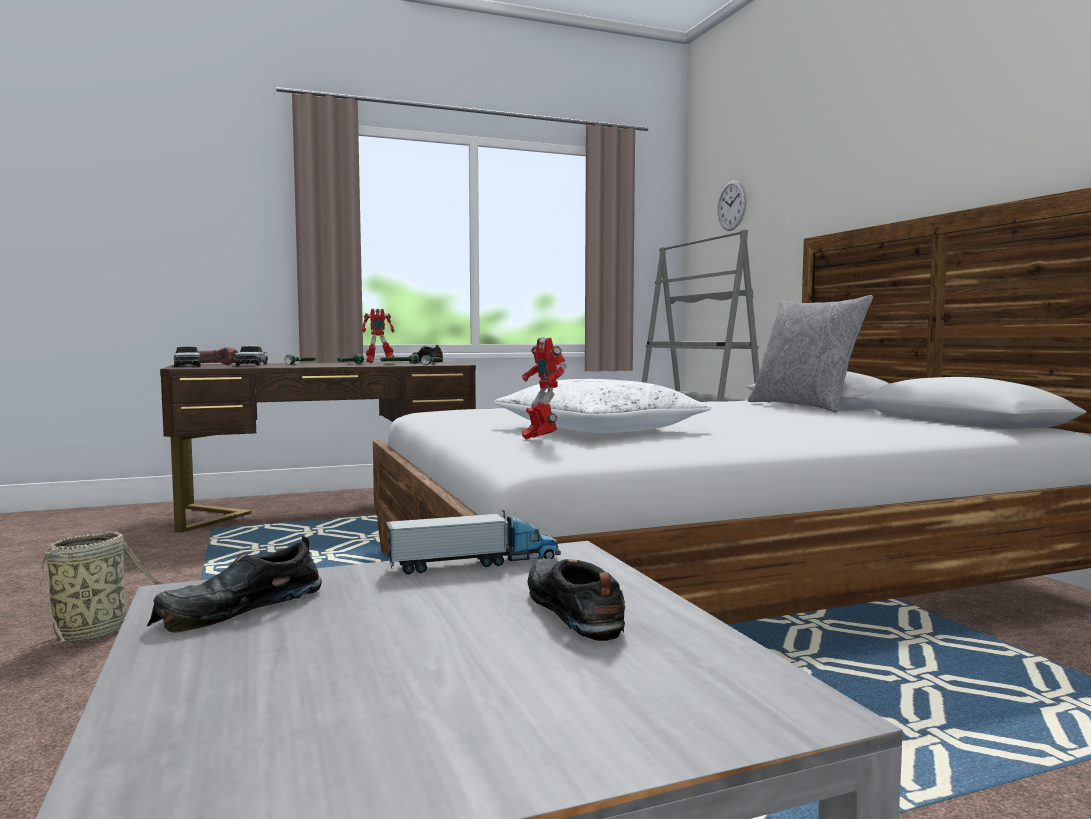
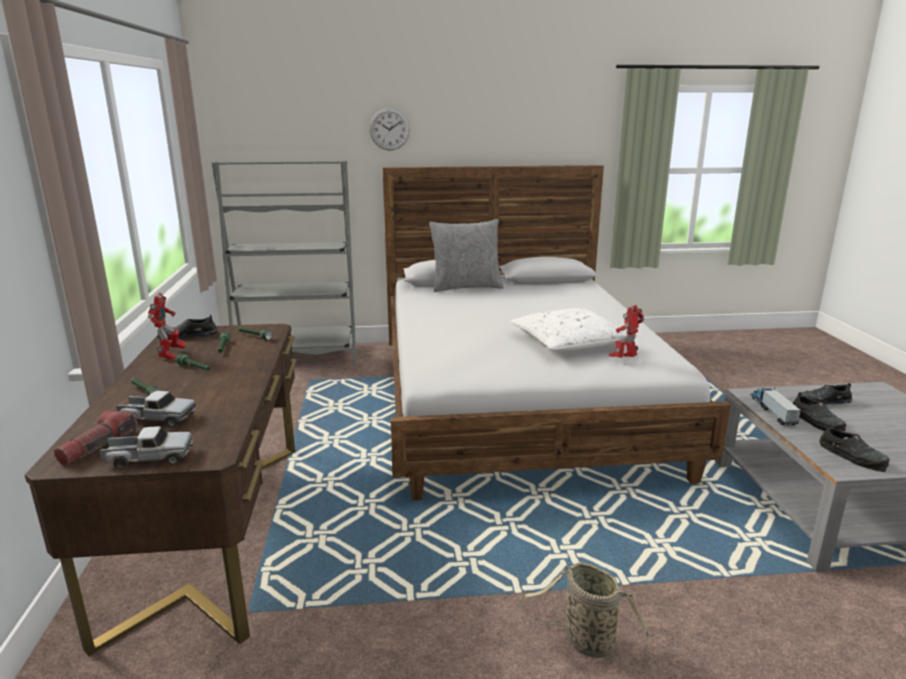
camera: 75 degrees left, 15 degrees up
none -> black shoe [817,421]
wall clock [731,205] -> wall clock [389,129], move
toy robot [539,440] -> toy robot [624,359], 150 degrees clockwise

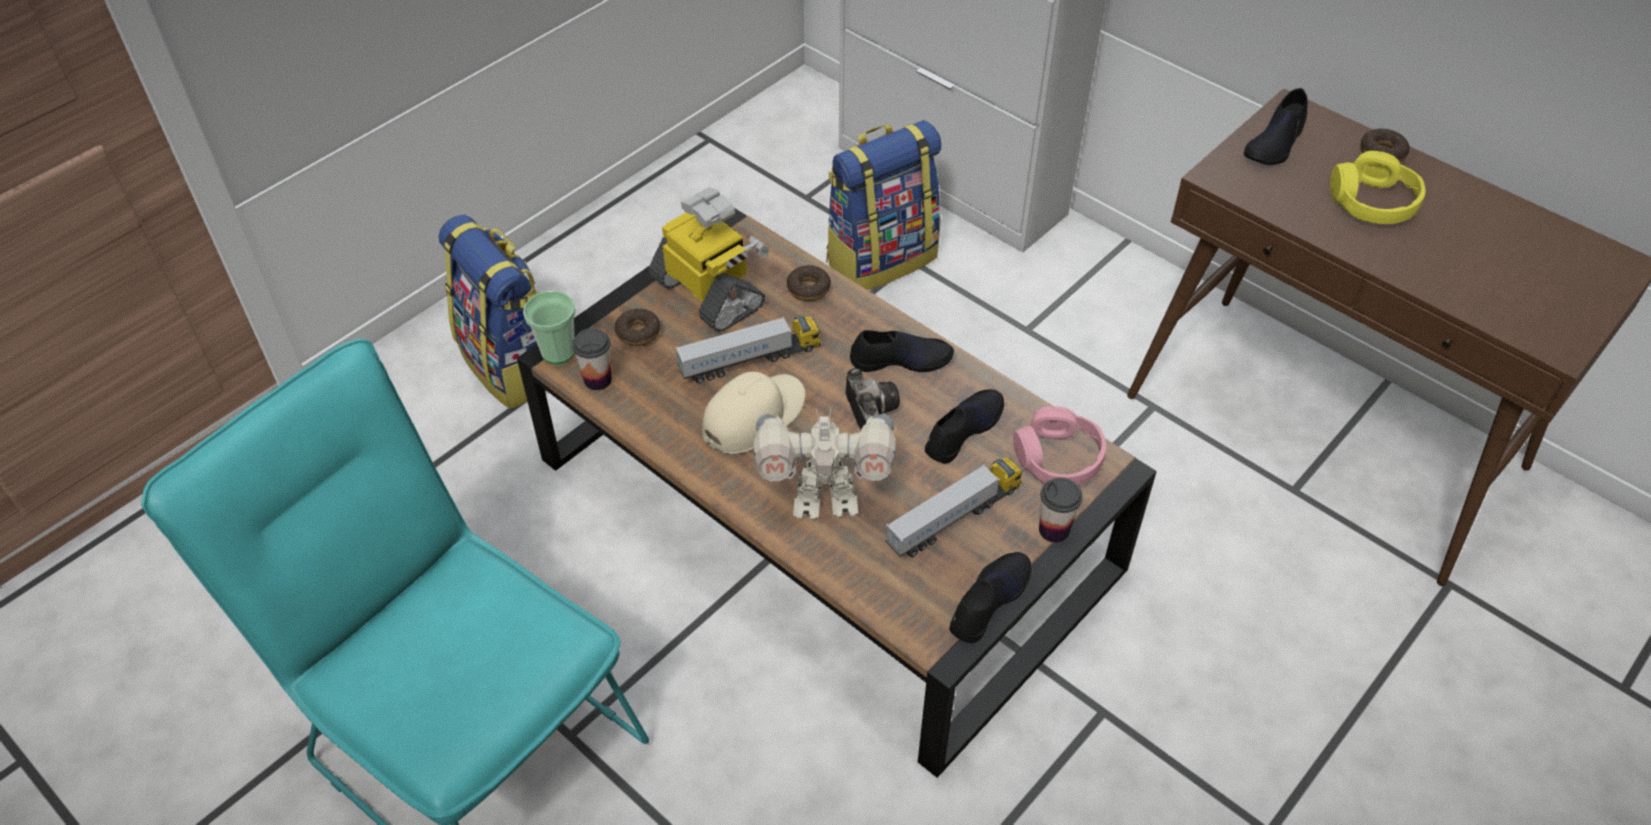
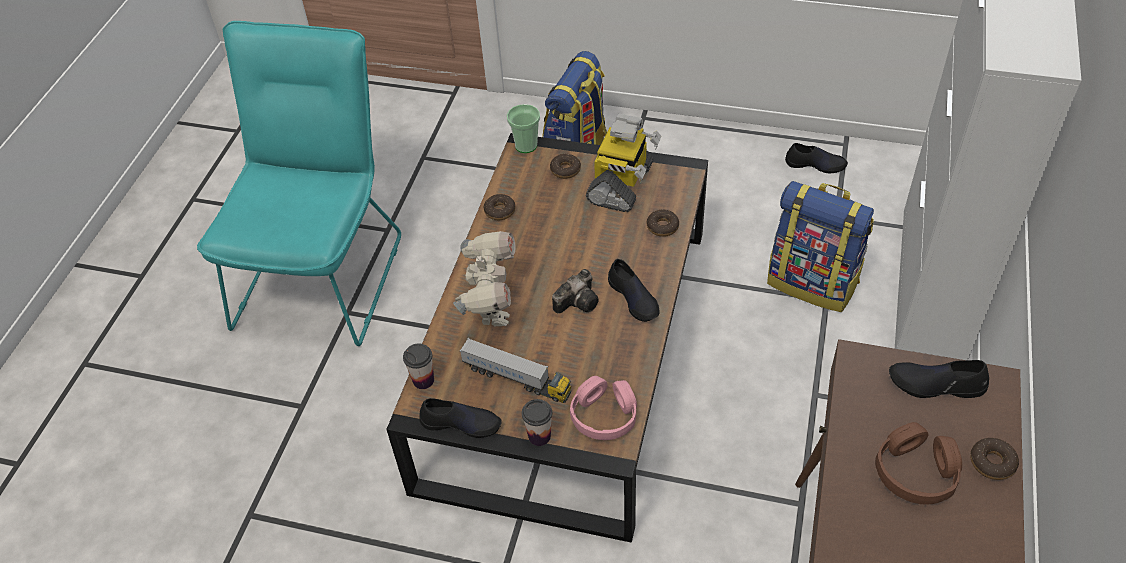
camera: 65 degrees right, 0 degrees up
toy truck [750,360] -> none
beige cap [753,416] -> none
none -> donut [500,211]
cup [598,380] -> cup [423,380], move
black shoe [963,430] -> black shoe [815,164], move
yellow headphones [1372,202] -> brown headphones [916,472]
toy robot [824,499] -> toy robot [492,310], 150 degrees counterclockwise

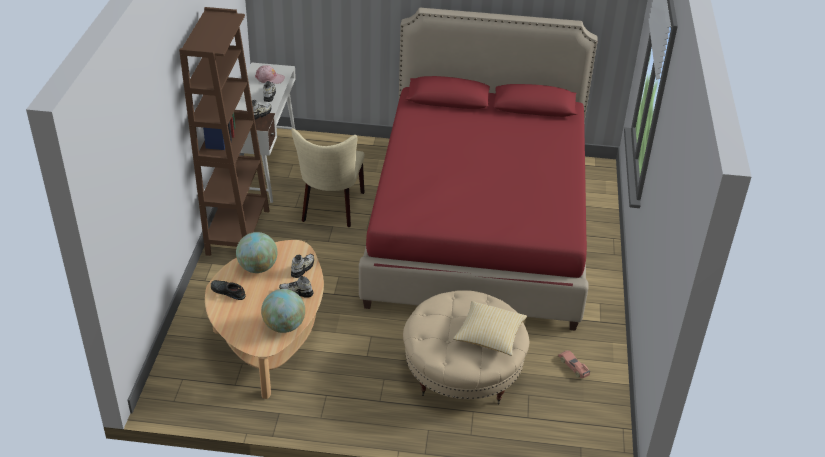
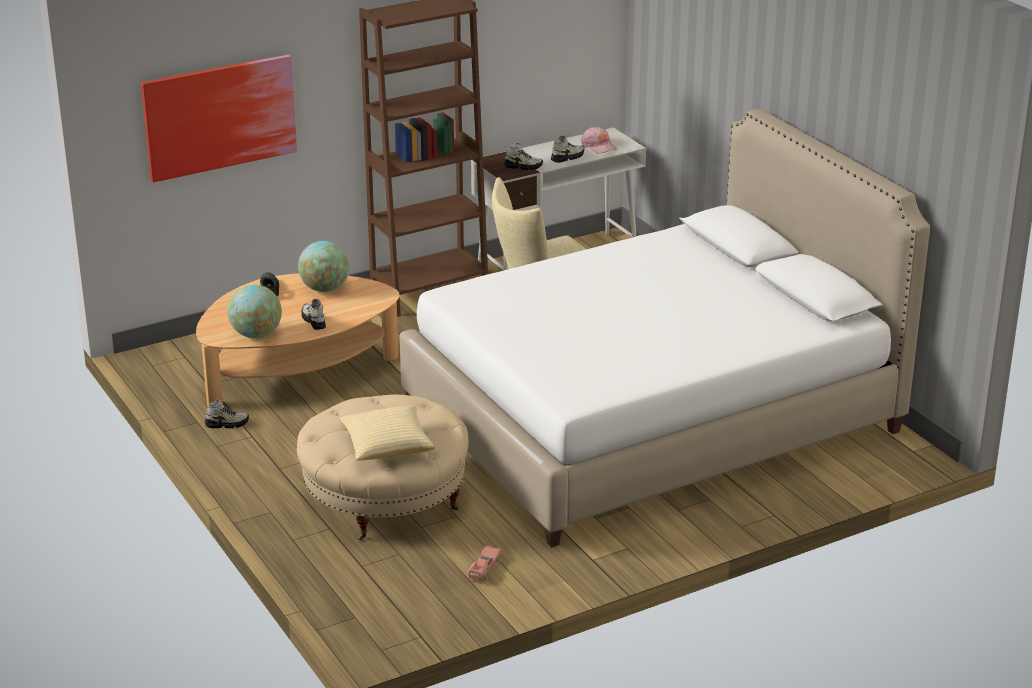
camera: 55 degrees right, 10 degrees down
none -> picture [219,116]
shoe [302,268] -> shoe [227,424], move
red bed [478,227] -> white bed [651,418]

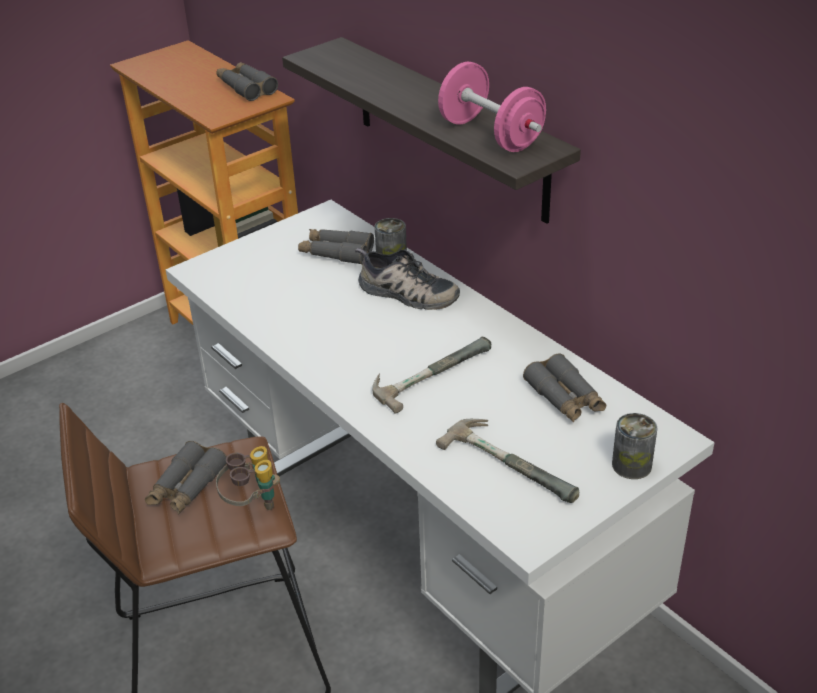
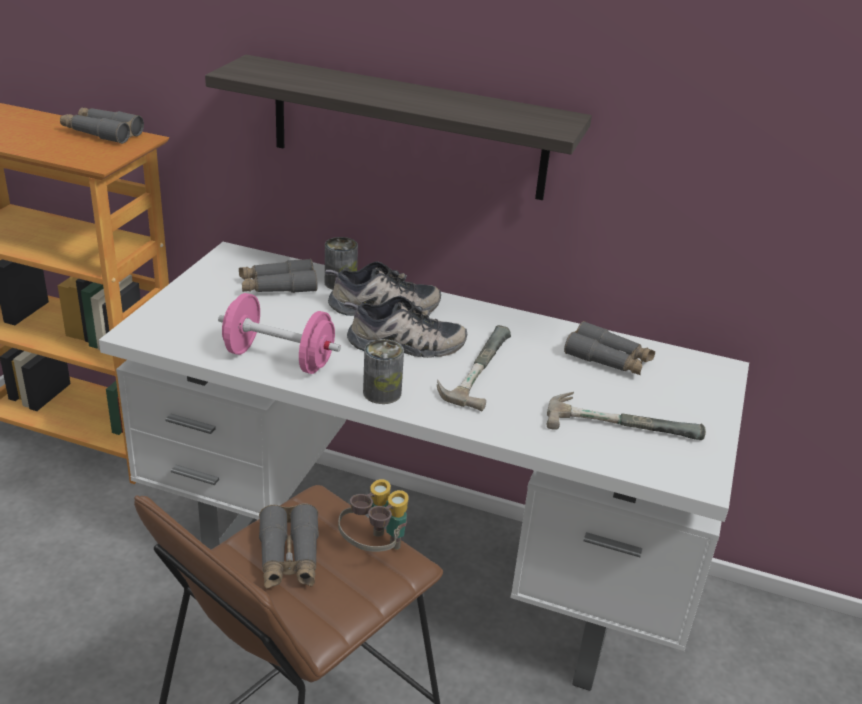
camera: 35 degrees left, 5 degrees down
none -> shoe [405,345]
pink dumbbell [491,135] -> pink dumbbell [279,359], move
can [631,465] -> can [382,392], move

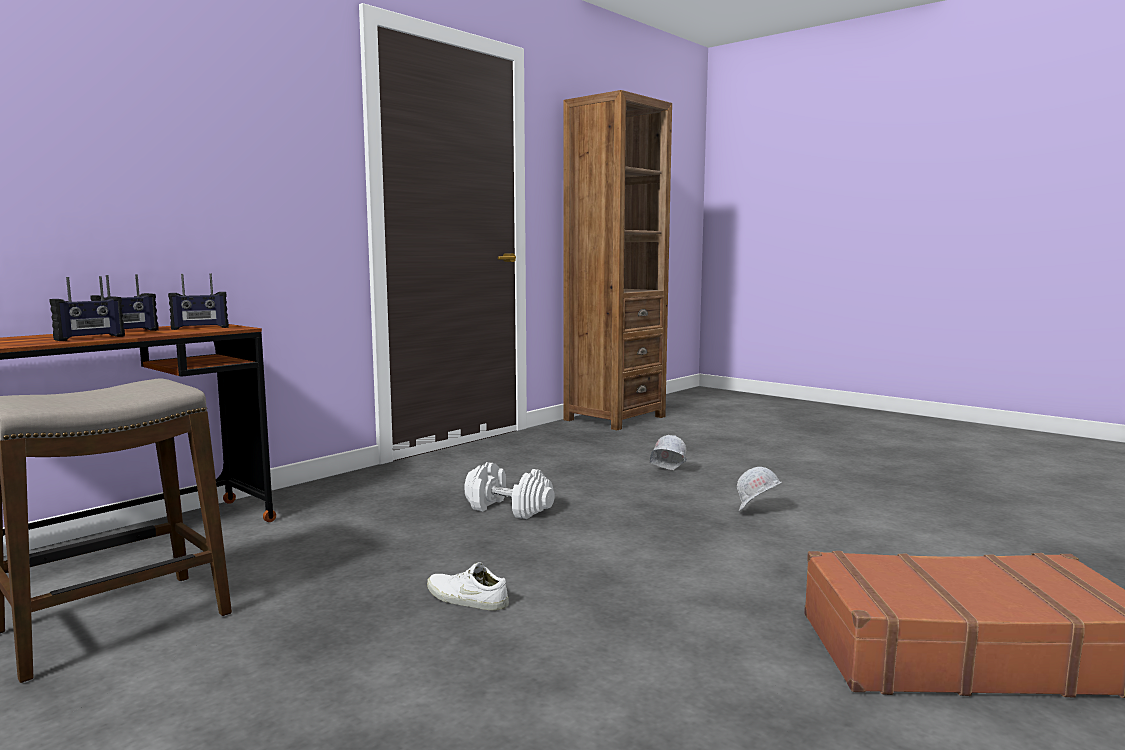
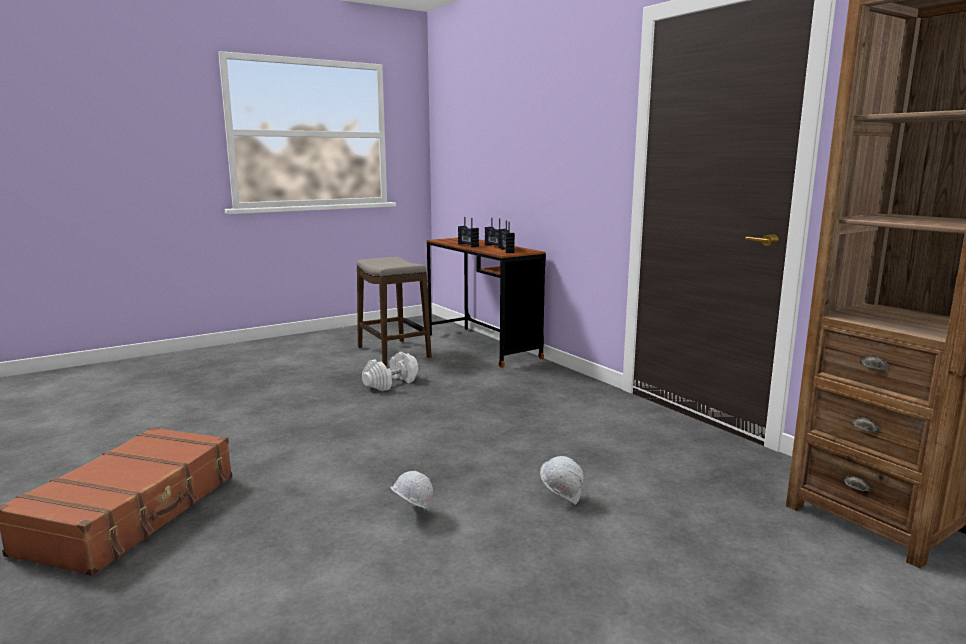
camera: 105 degrees right, 5 degrees up
white shoe [466,599] -> none
white dumbbell [509,508] -> white dumbbell [391,383], move

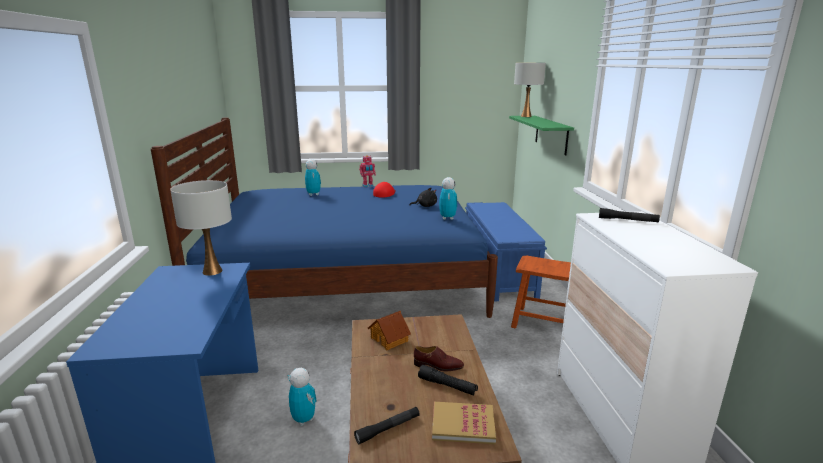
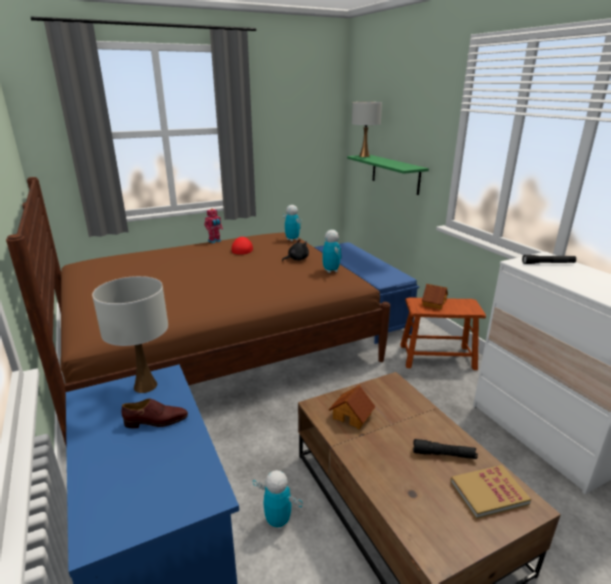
camera: 20 degrees left, 5 degrees up
black flashlight [388,429] -> none
none -> toy house [433,303]
toy robot [313,194] -> toy robot [292,239], move
brown shoe [438,366] -> brown shoe [156,421], move
blue bed [347,278] -> brown bed [217,345]

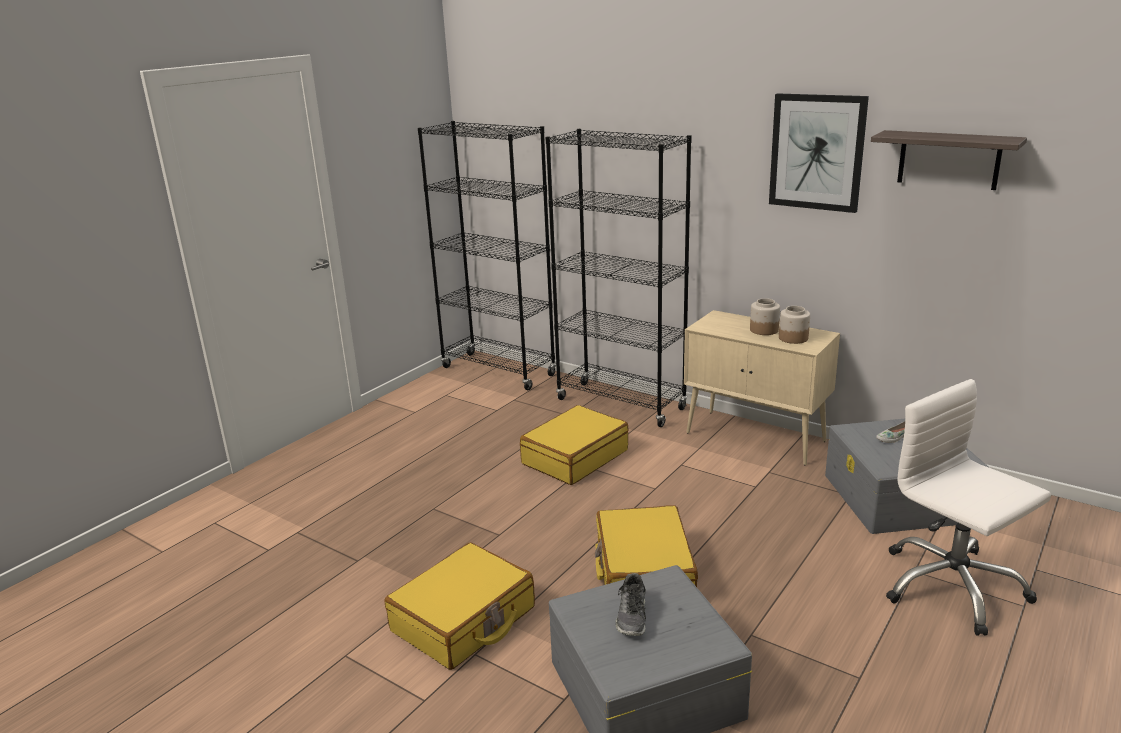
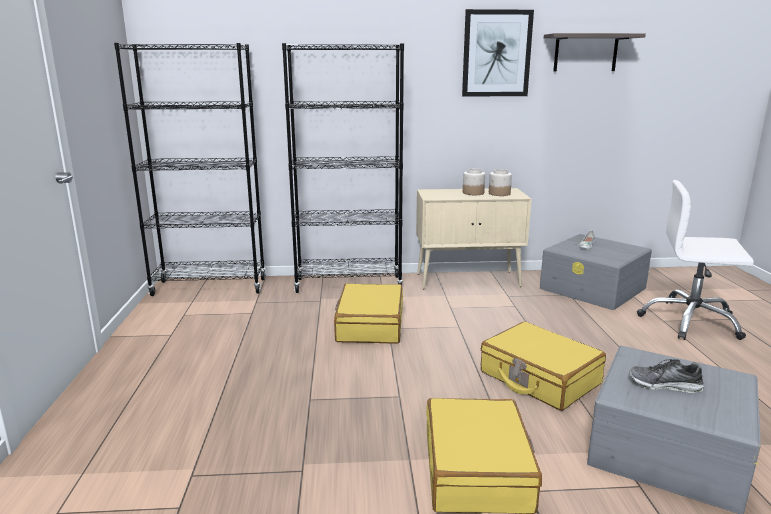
camera: 40 degrees left, 5 degrees down
shoe [632,616] -> shoe [664,385], 135 degrees clockwise

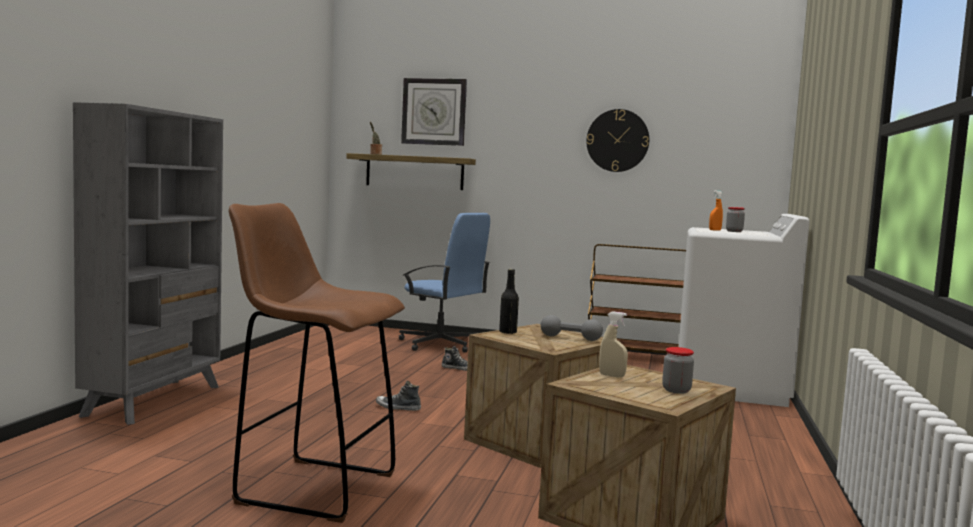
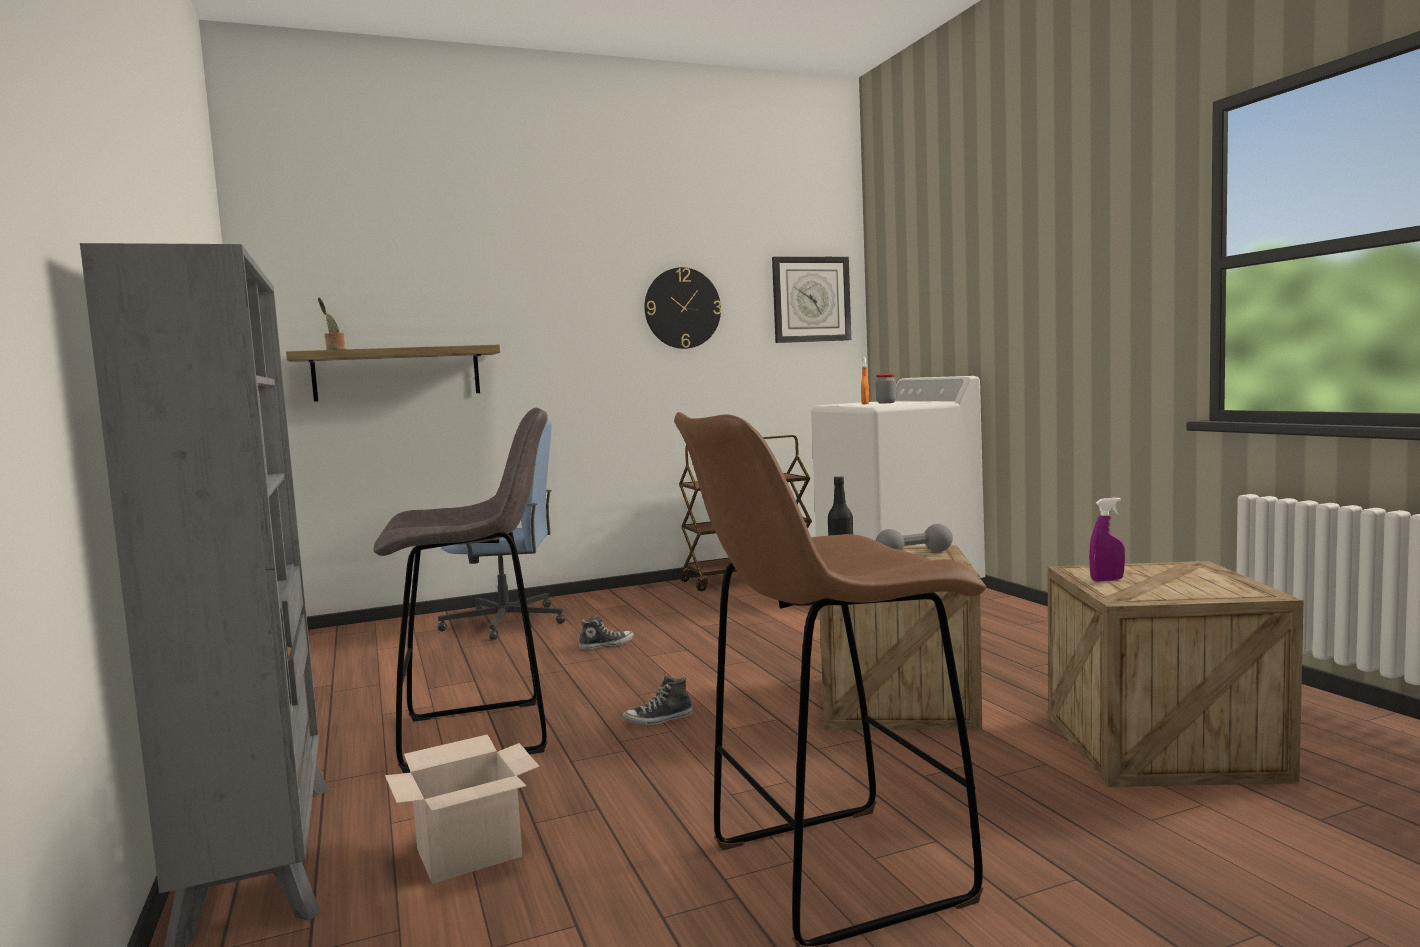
camera: 35 degrees left, 0 degrees up
jar [676,390] -> none
none -> grey stool [481,734]
none -> cardboard box [467,854]
wall clock [434,112] -> wall clock [811,299], move
beige spray bottle [612,375] -> purple spray bottle [1107,580]

